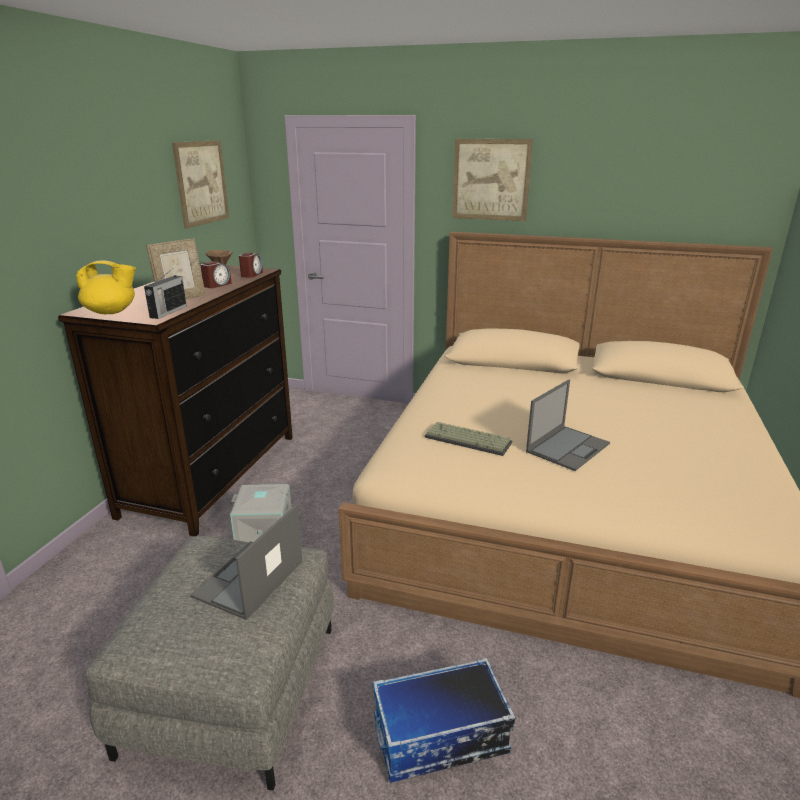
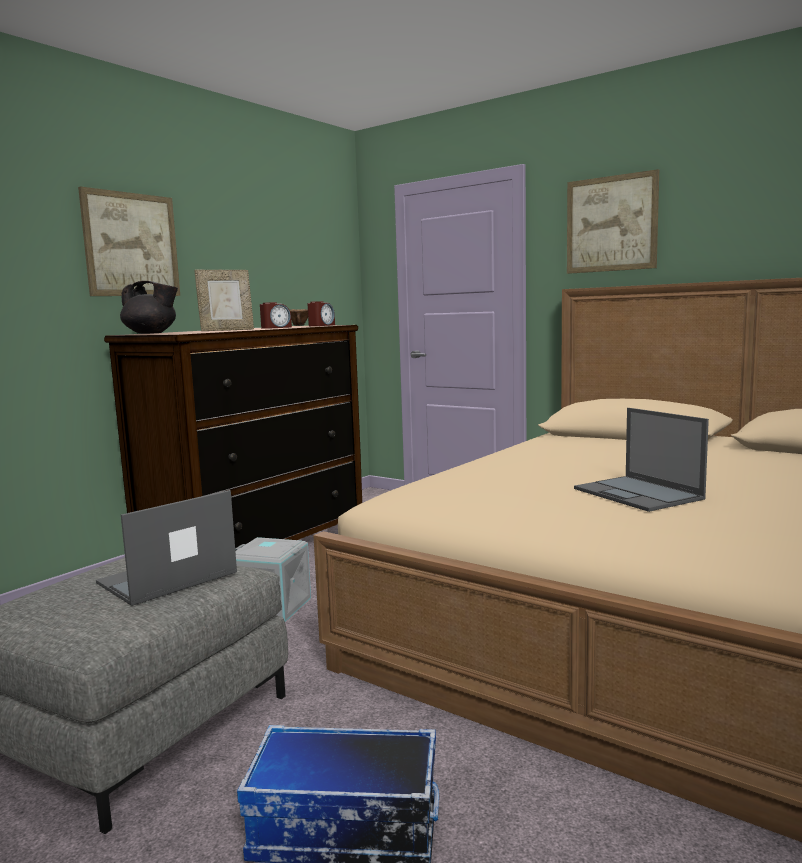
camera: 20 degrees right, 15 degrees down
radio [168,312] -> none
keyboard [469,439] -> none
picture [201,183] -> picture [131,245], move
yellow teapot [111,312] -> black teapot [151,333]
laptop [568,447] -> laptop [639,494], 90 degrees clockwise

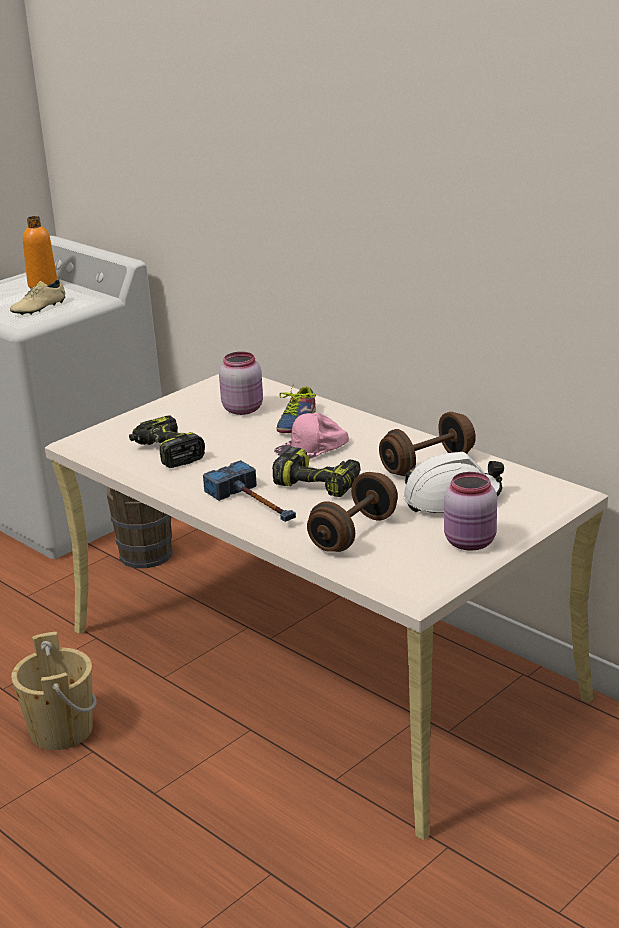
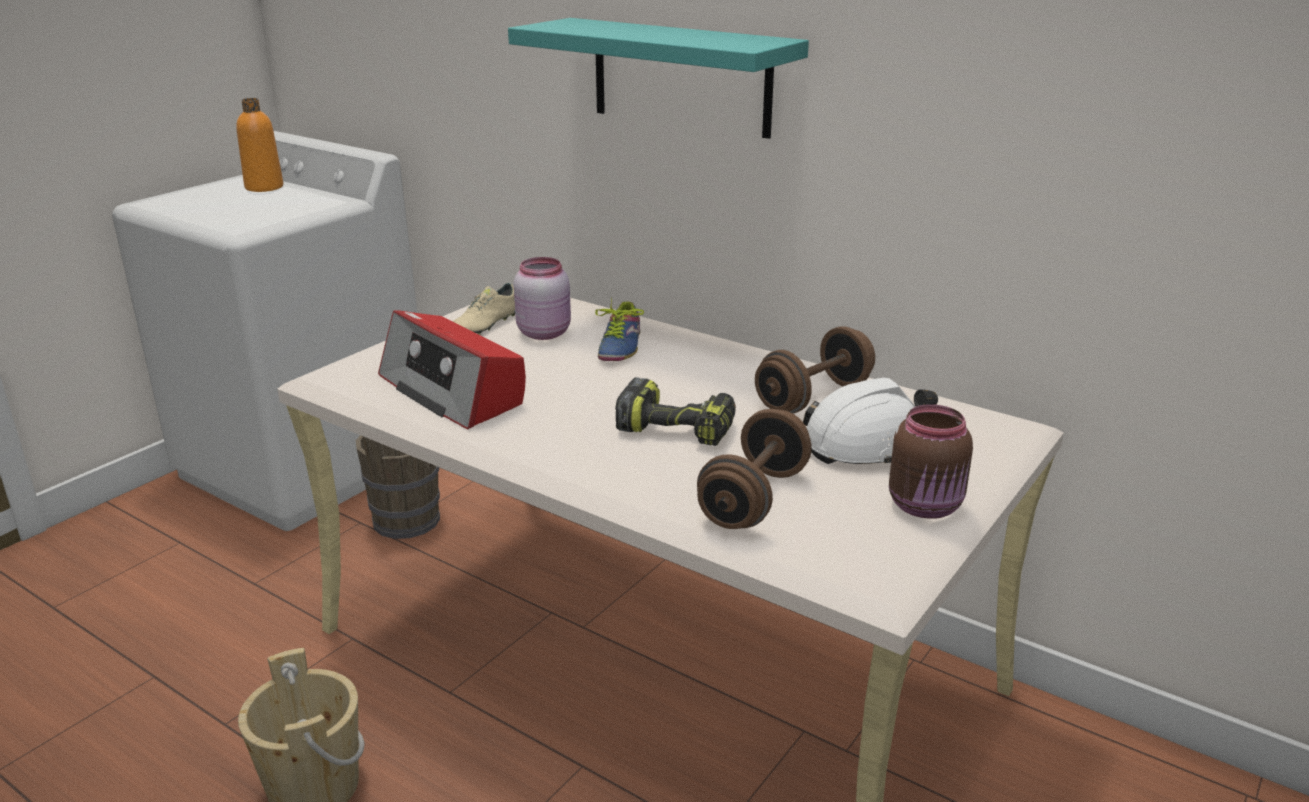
camera: 10 degrees left, 0 degrees up
hammer [256,505] -> none
pink cap [312,448] -> none
none -> turquoise shelf [680,77]
beige shoe [39,308] -> beige shoe [485,325], move
power drill [166,452] -> radio [453,391]
pink jar [471,543] -> brown jar [926,507]

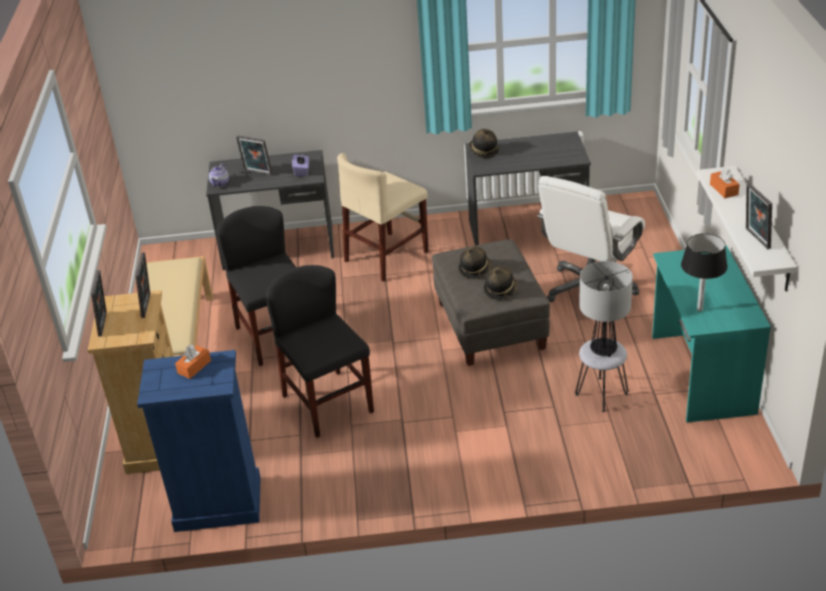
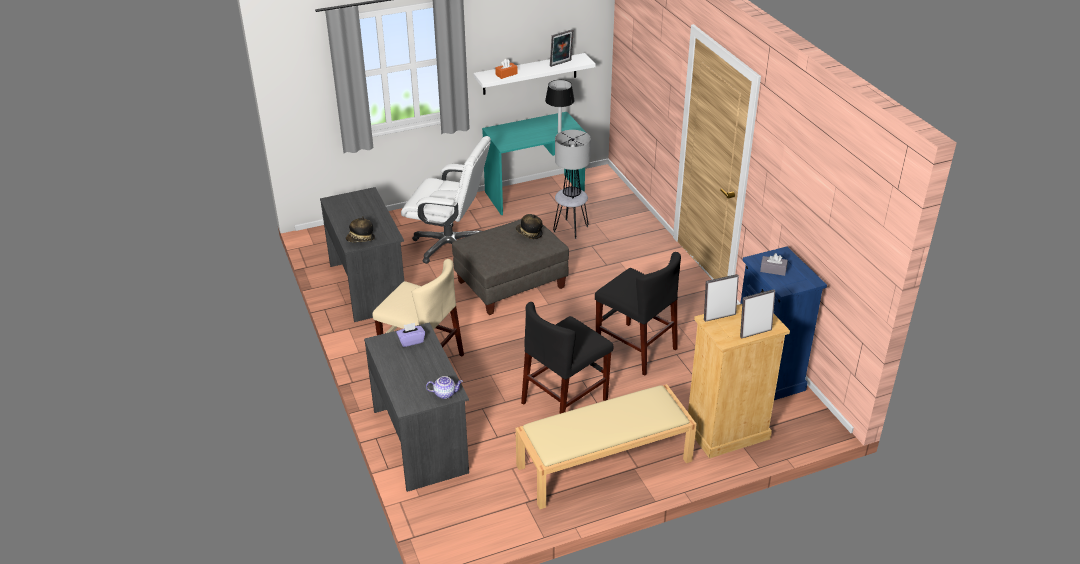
camera: 110 degrees left, 0 degrees up
picture frame [257,173] -> none
hat [475,269] -> none
orange tissue box [194,367] -> grey tissue box [773,270]
black chair [328,403] -> black chair [636,348], 90 degrees counterclockwise

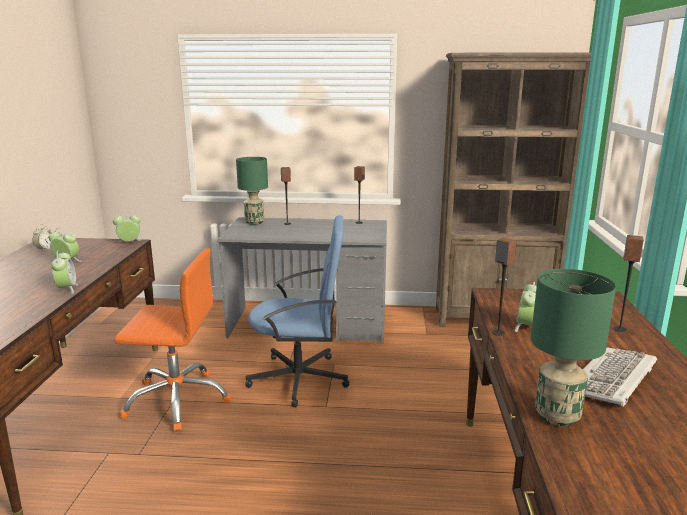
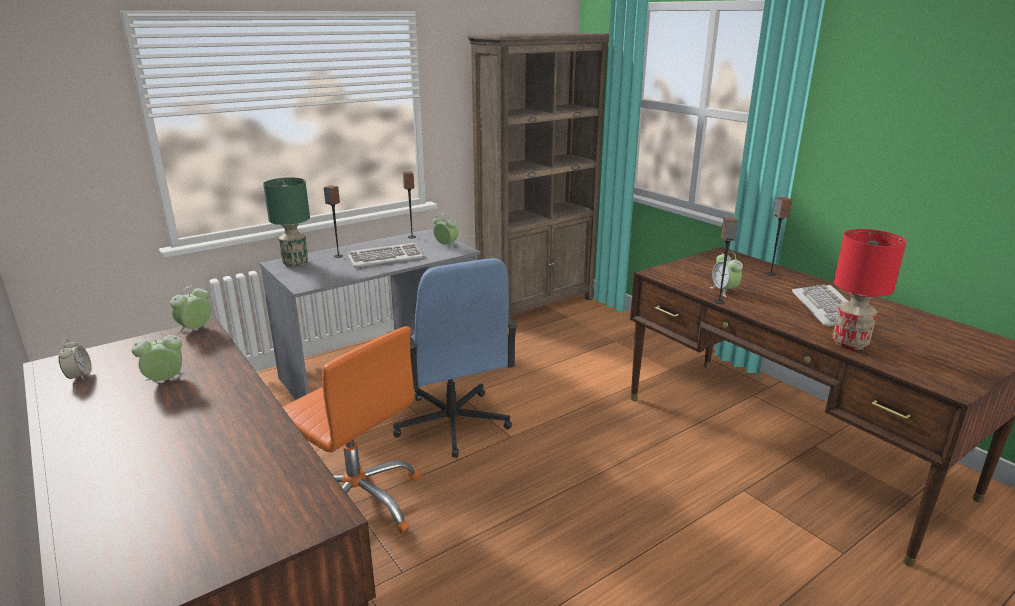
camera: 40 degrees left, 5 degrees up
none -> keyboard [385,258]
alarm clock [67,289] -> alarm clock [446,245], move
green table lamp [557,415] -> red table lamp [849,343]
orange office chair [177,400] -> orange office chair [357,502], 75 degrees clockwise
blue office chair [300,379] -> blue office chair [452,423], 105 degrees clockwise

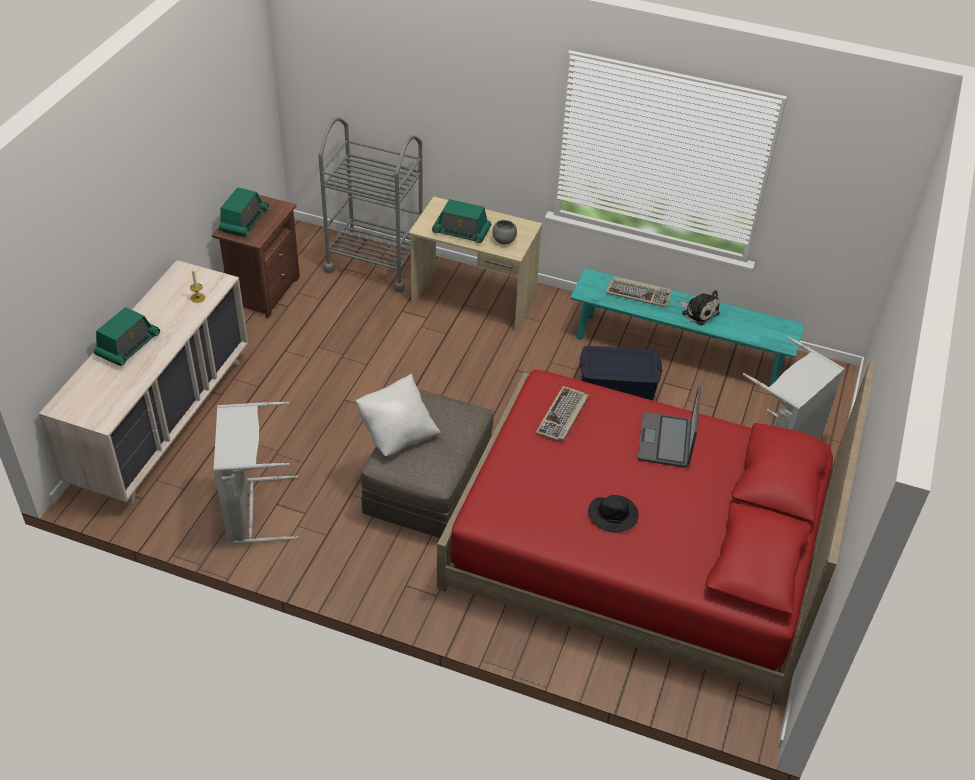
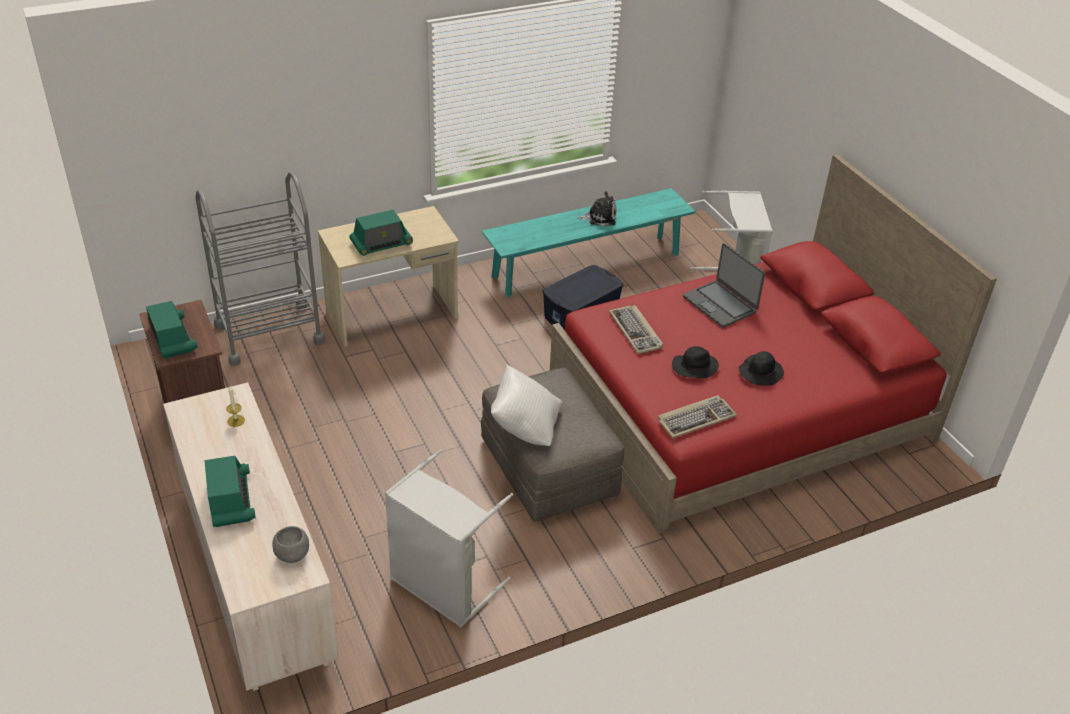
camera: 45 degrees left, 5 degrees down
none -> black hat [694,368]
grey bowl [504,241] -> grey bowl [292,555], move
keyboard [639,294] -> keyboard [696,418], move

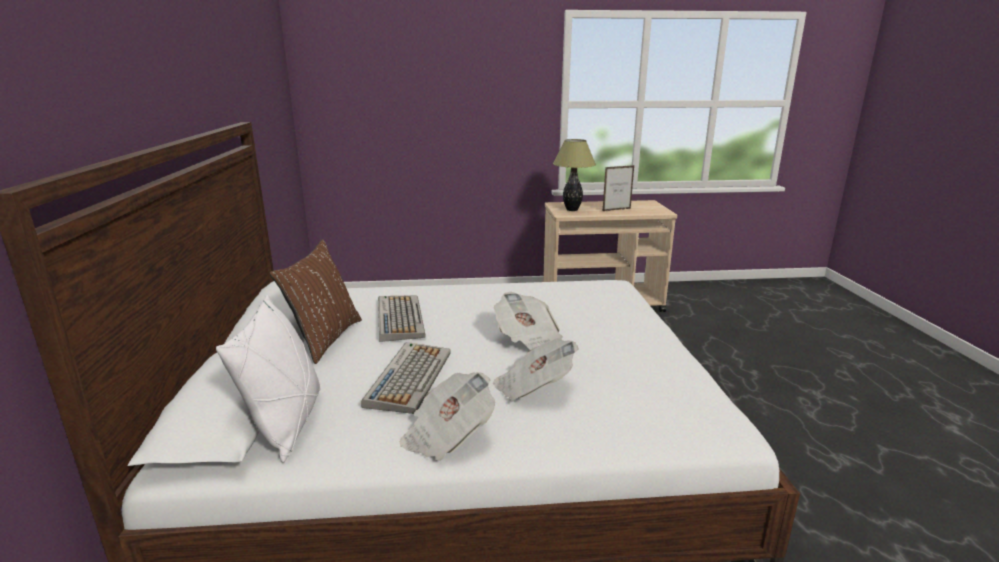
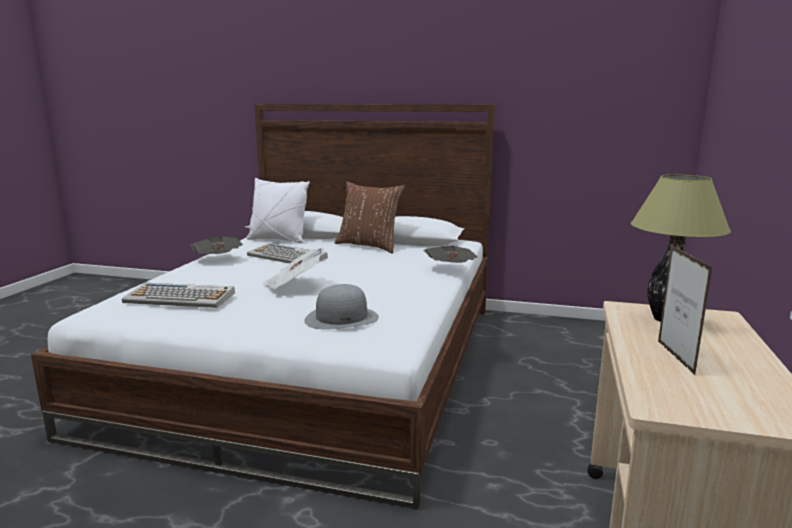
camera: 110 degrees right, 5 degrees down
none -> grey hat [342,318]
keyboard [399,318] -> keyboard [181,297], move
newspaper [533,387] -> newspaper [450,269], move

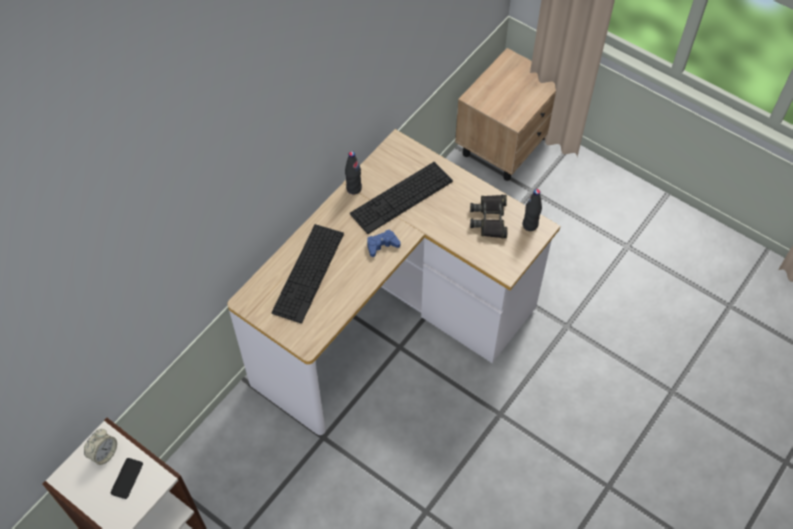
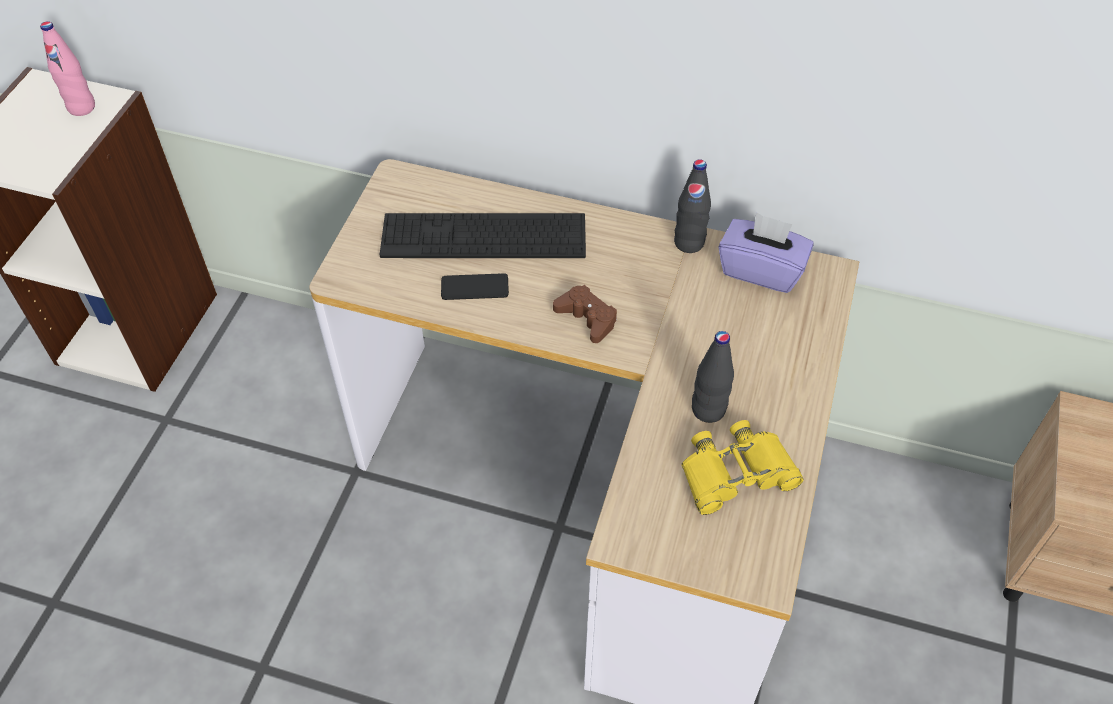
camera: 70 degrees right, 5 degrees down
keyboard [401,197] -> none
none -> purple tissue box [761,270]
phone [127,478] -> phone [474,287], move
black bottle [530,225] -> black bottle [708,410], move
alarm clock [104,453] -> pink bottle [81,107]
blue game controller [382,245] -> brown game controller [587,318]
black binoculars [490,219] -> yellow binoculars [736,473]

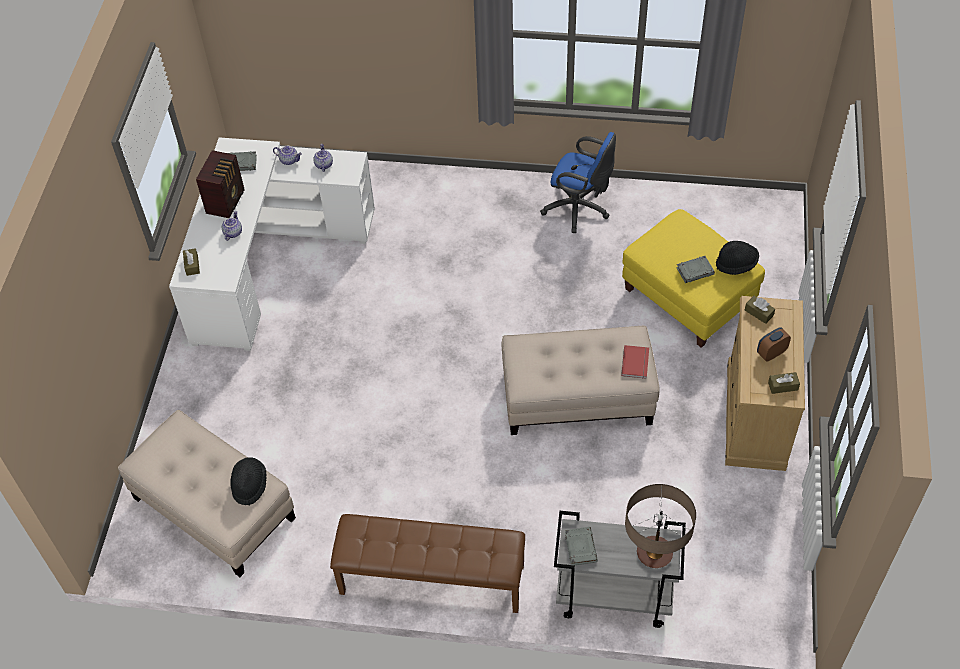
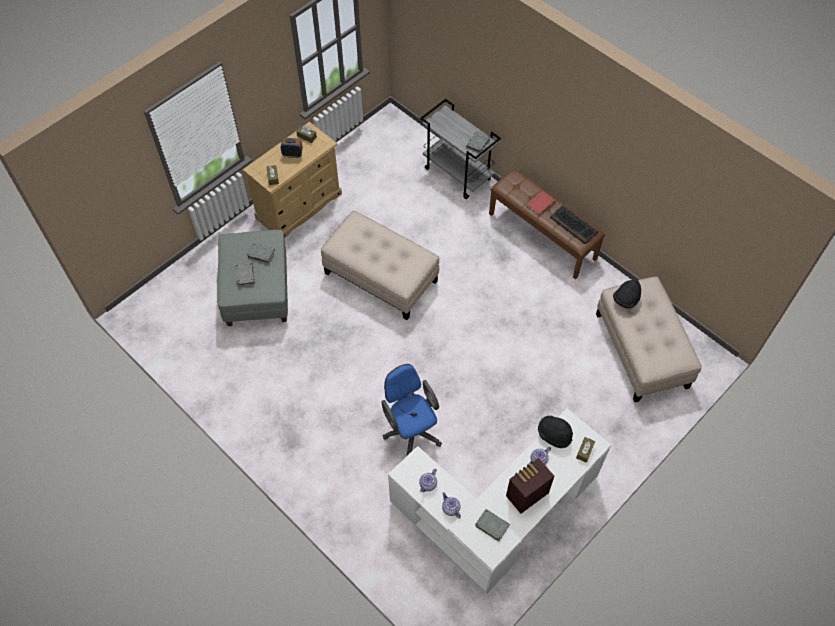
camera: 145 degrees left, 5 degrees up
table lamp [654,553] -> none
none -> grey book [245,275]
none -> keyboard [574,225]
blue office chair [579,209] -> blue office chair [411,430], move
red book [636,362] -> red book [539,203], move
black hat [736,264] -> black hat [554,434], move
yellow ottoman [688,298] -> grey ottoman [257,291]

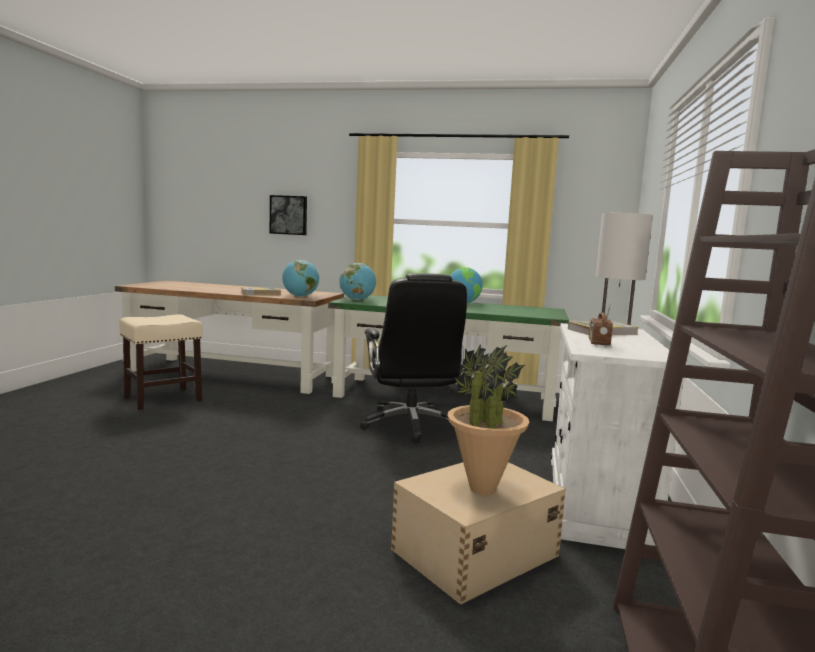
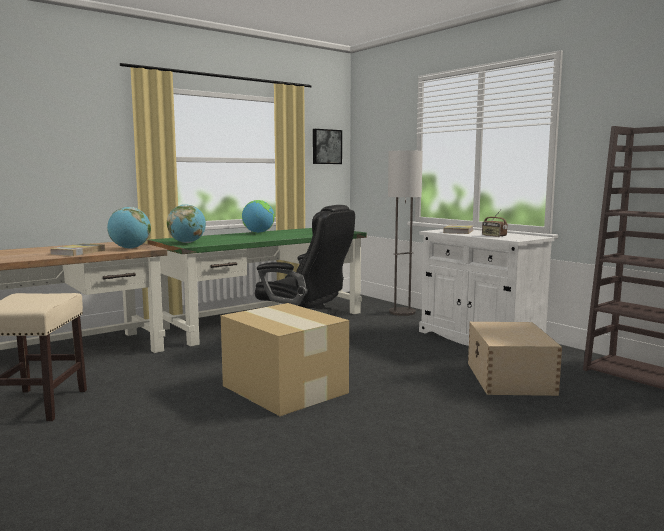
camera: 50 degrees left, 0 degrees up
potted plant [482,489] -> none
none -> cardboard box [284,388]
picture [289,215] -> picture [326,146], move

